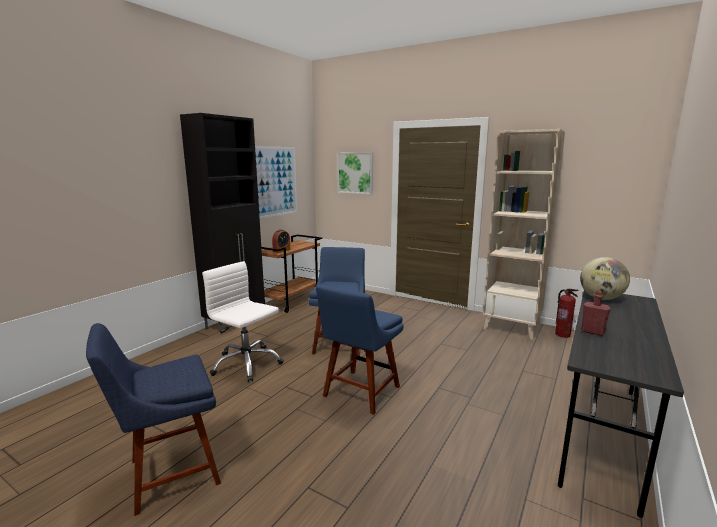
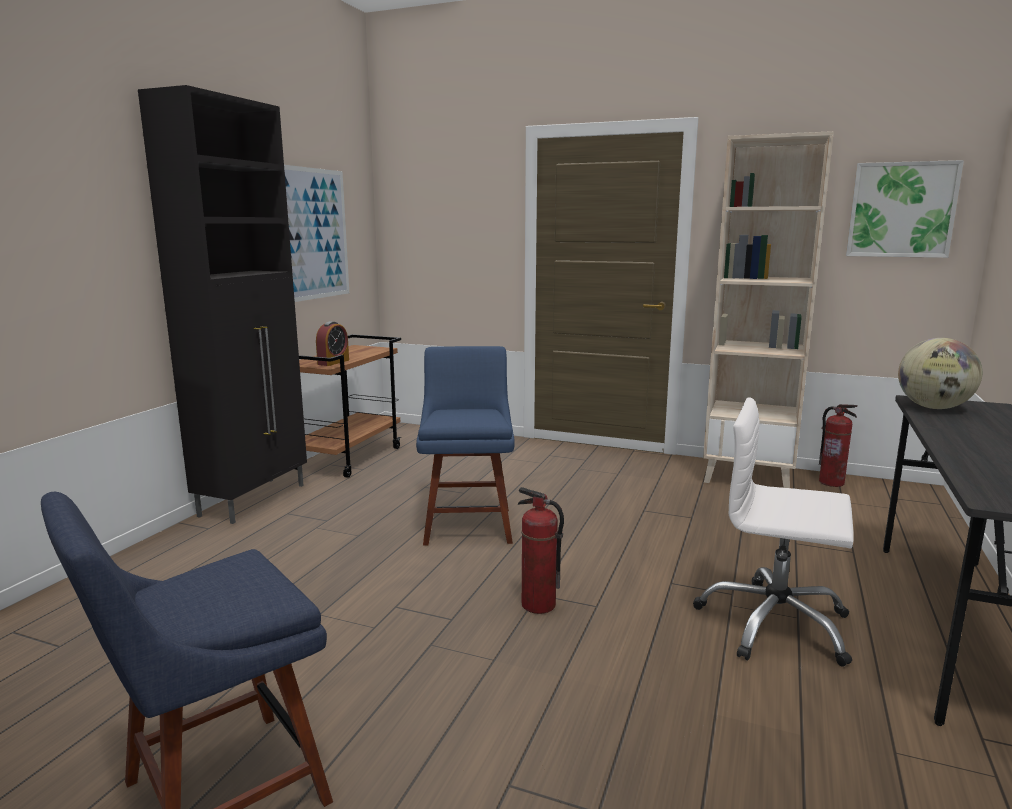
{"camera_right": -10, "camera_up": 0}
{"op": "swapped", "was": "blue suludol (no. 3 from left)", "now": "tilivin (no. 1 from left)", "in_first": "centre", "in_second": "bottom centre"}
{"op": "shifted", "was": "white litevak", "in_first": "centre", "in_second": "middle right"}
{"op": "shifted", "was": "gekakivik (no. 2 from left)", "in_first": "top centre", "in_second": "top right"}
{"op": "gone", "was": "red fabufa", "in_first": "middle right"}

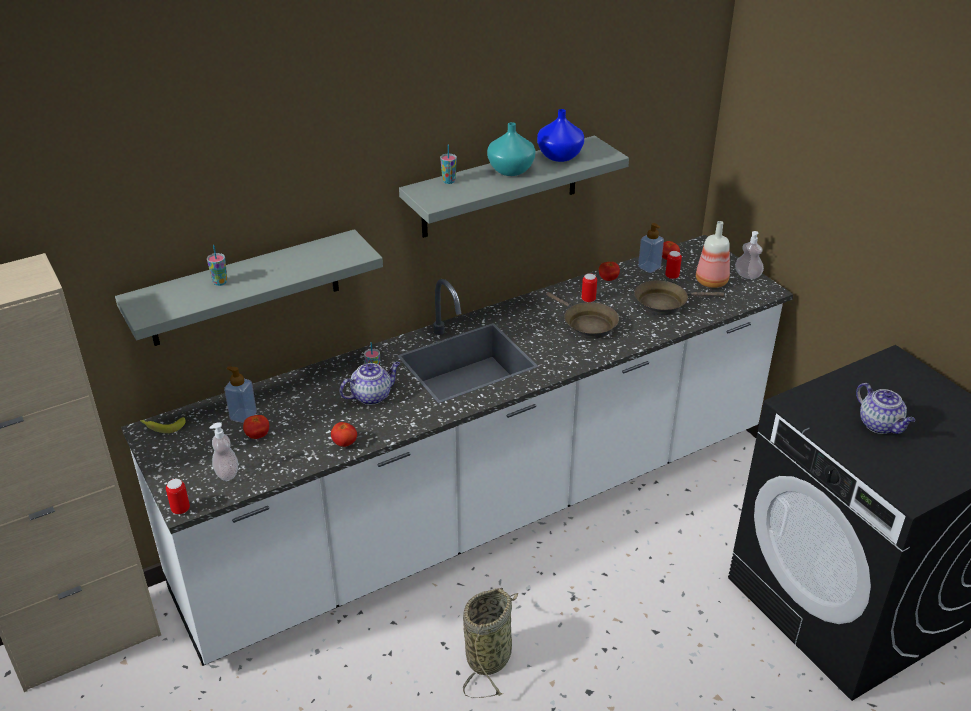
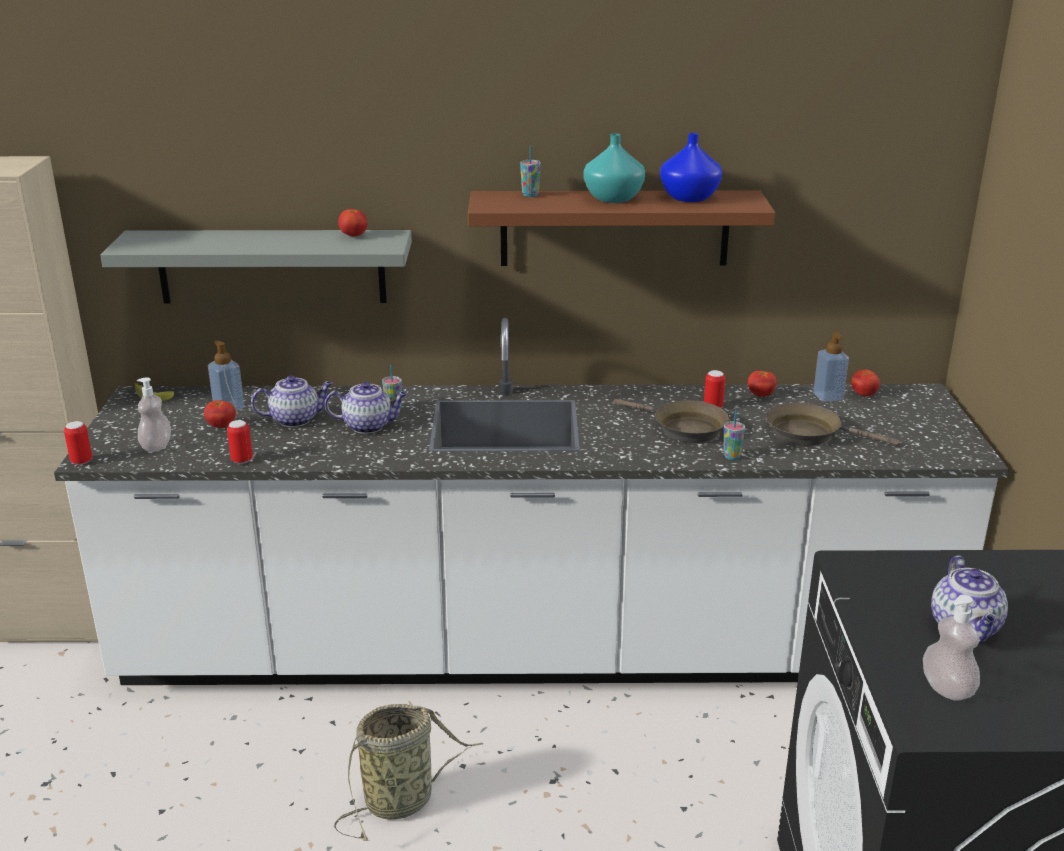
{"camera_right": 30, "camera_up": -10}
{"op": "shifted", "was": "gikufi (no. 3 from left in the first image)", "now": "gikufi (no. 2 from left)", "in_first": "middle right", "in_second": "middle left"}
{"op": "new", "now": "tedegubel (no. 1 from left)", "in_second": "middle left"}
{"op": "shifted", "was": "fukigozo (no. 2 from left)", "in_first": "centre", "in_second": "top left"}
{"op": "repainted", "was": "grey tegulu (no. 2 from left)", "now": "brown tegulu", "in_first": "top centre", "in_second": "top centre"}
{"op": "rotated", "was": "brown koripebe (no. 1 from left)", "in_first": "centre", "in_second": "centre", "clockwise": -45}
{"op": "shifted", "was": "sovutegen (no. 1 from left in the first image)", "now": "sovutegen (no. 3 from left)", "in_first": "middle left", "in_second": "middle right"}
{"op": "shifted", "was": "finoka (no. 4 from left)", "in_first": "middle right", "in_second": "bottom right"}
{"op": "gone", "was": "fabufa", "in_first": "middle right"}

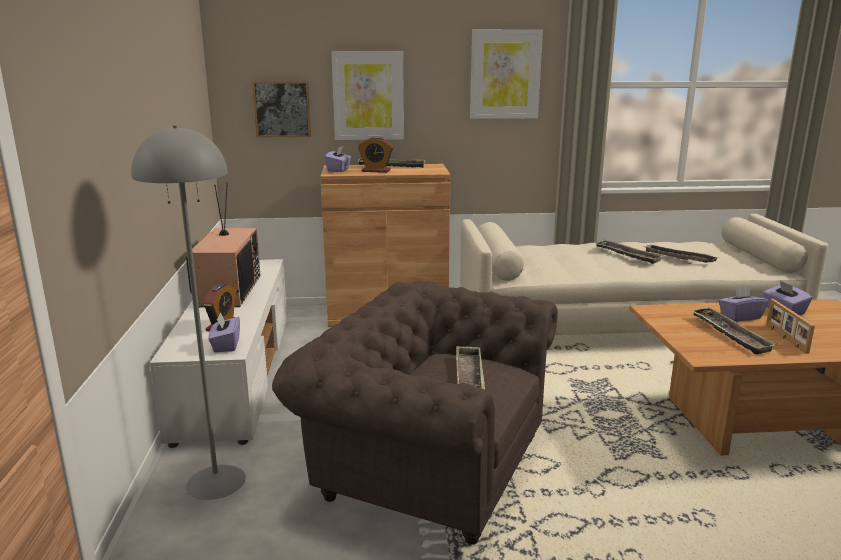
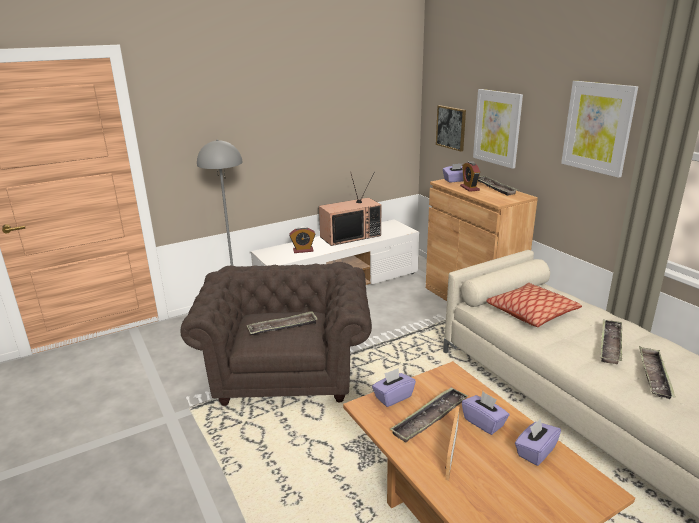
{"camera_right": 65, "camera_up": 5}
{"op": "shifted", "was": "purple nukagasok (no. 1 from left)", "in_first": "middle left", "in_second": "bottom centre"}
{"op": "rotated", "was": "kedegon", "in_first": "middle right", "in_second": "bottom centre", "clockwise": -45}
{"op": "new", "now": "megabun", "in_second": "middle right"}

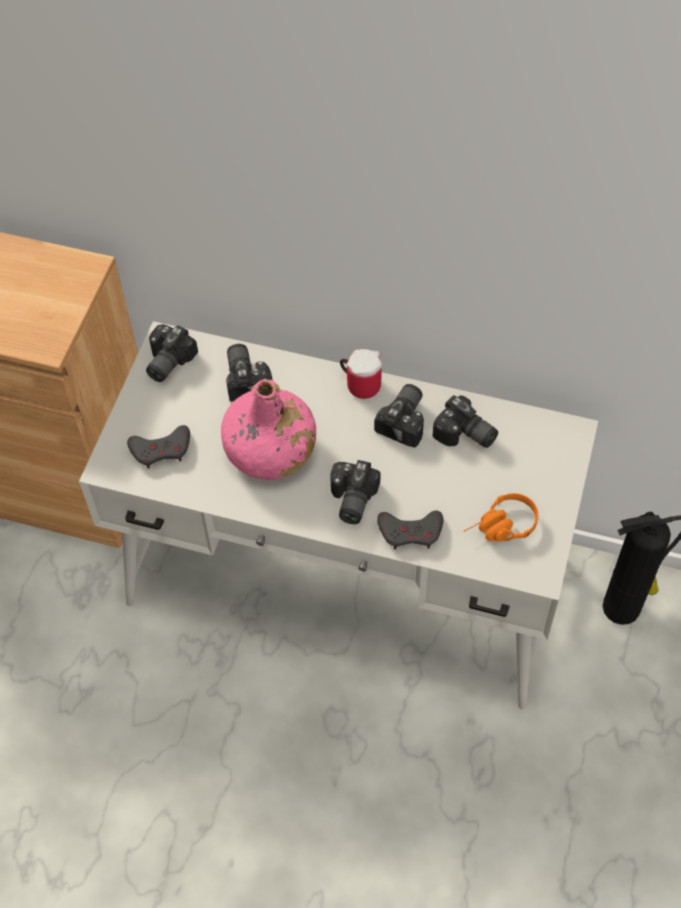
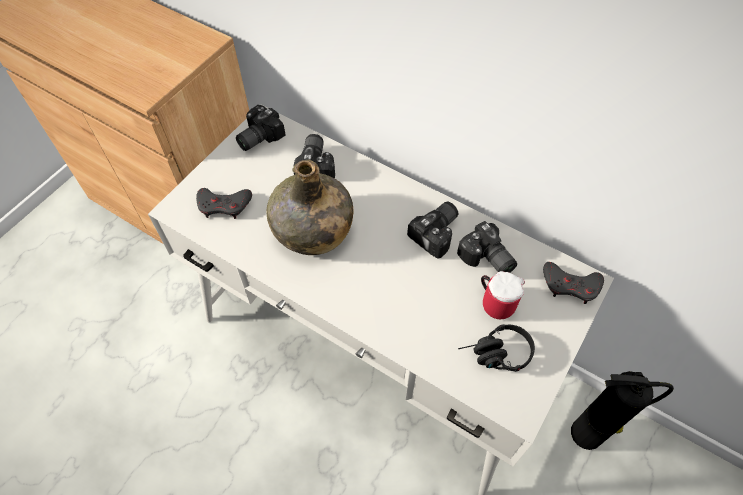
{"camera_right": 15, "camera_up": 0}
{"op": "repainted", "was": "pink fabufa", "now": "green fabufa", "in_first": "centre", "in_second": "centre"}
{"op": "repainted", "was": "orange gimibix", "now": "black gimibix", "in_first": "middle right", "in_second": "bottom right"}
{"op": "shifted", "was": "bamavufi", "in_first": "centre", "in_second": "middle right"}
{"op": "shifted", "was": "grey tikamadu (no. 2 from left)", "in_first": "centre", "in_second": "middle right"}
{"op": "gone", "was": "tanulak (no. 3 from left)", "in_first": "centre"}

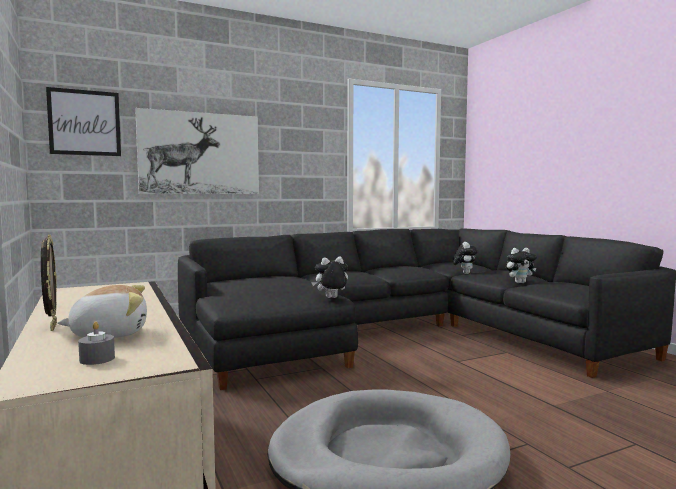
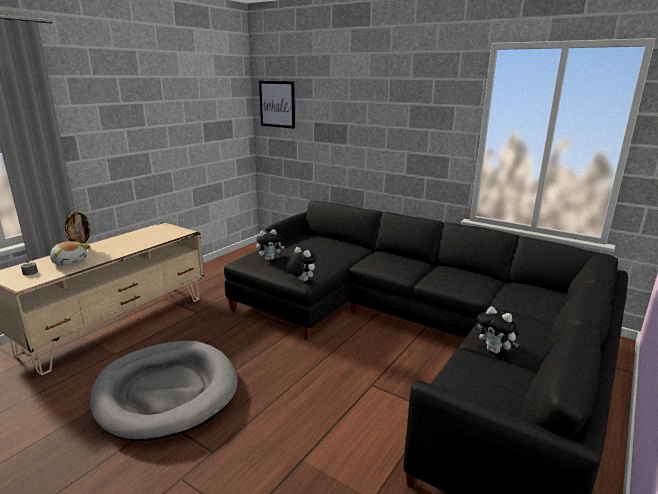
{"camera_right": 60, "camera_up": 15}
{"op": "shifted", "was": "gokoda (no. 3 from left in the first image)", "now": "gokoda (no. 2 from left)", "in_first": "middle right", "in_second": "centre"}
{"op": "gone", "was": "gekakivik (no. 2 from left)", "in_first": "top left"}

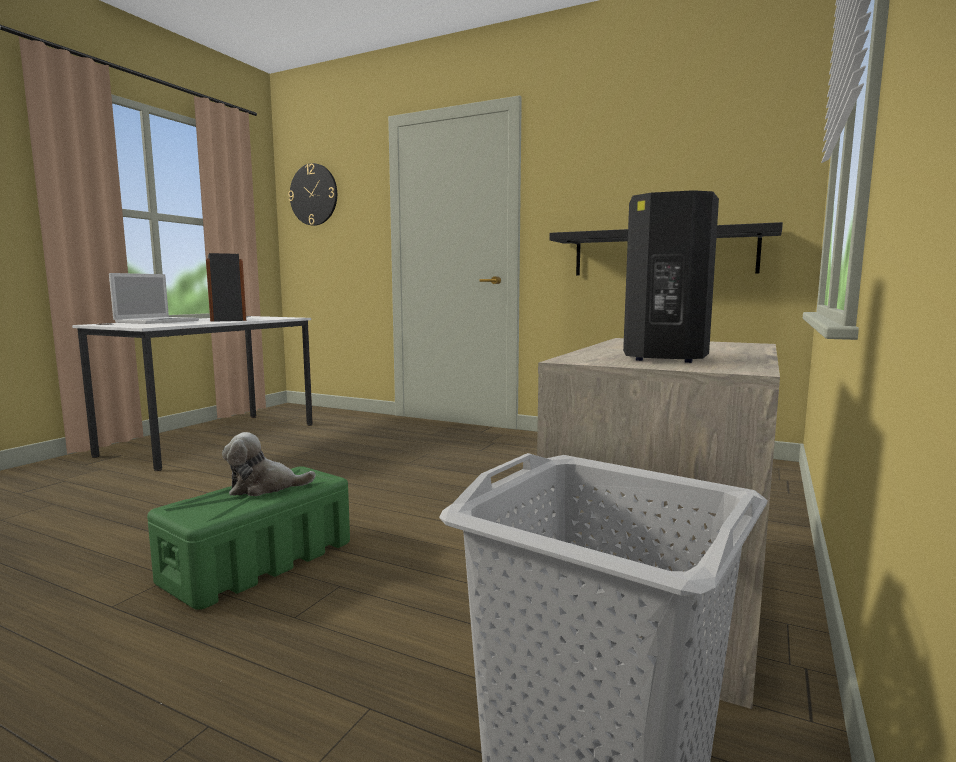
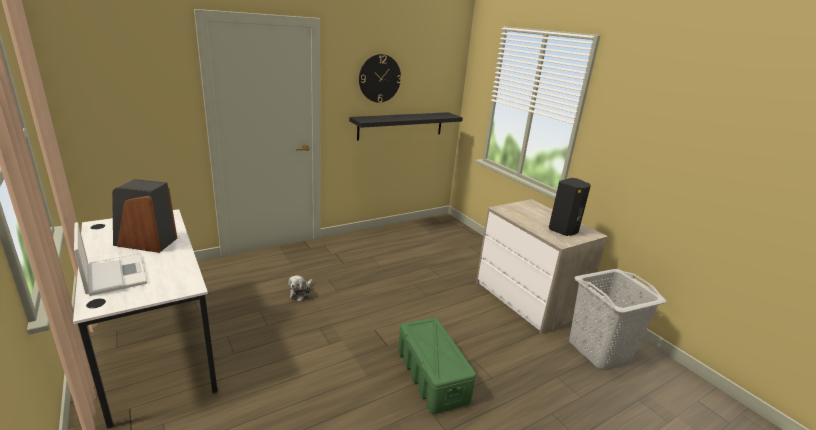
{"camera_right": -60, "camera_up": 15}
{"op": "shifted", "was": "gokoda", "in_first": "middle left", "in_second": "bottom centre"}
{"op": "shifted", "was": "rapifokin", "in_first": "top left", "in_second": "top centre"}

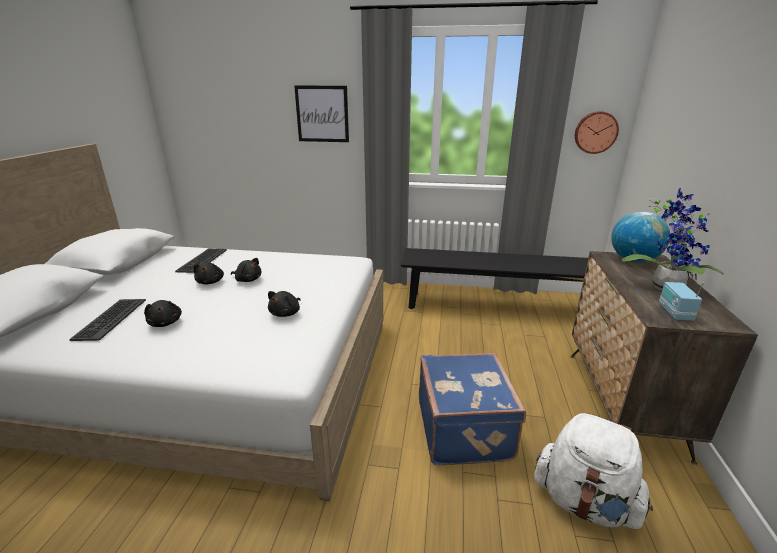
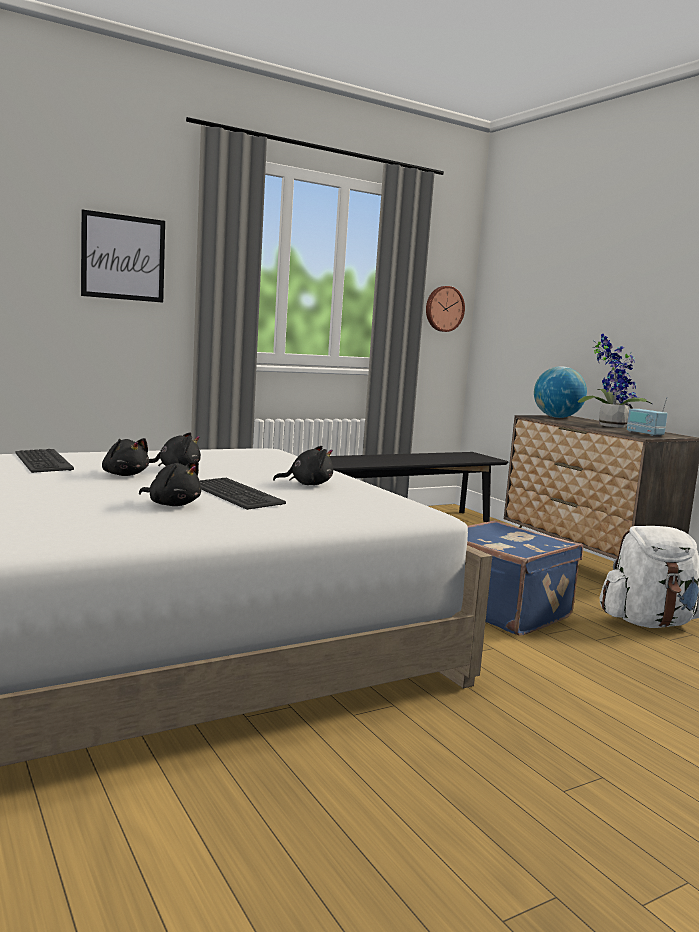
{"camera_right": -40, "camera_up": -15}
{"op": "shifted", "was": "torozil (no. 1 from left in the first image)", "now": "torozil (no. 2 from left)", "in_first": "middle left", "in_second": "centre"}
{"op": "rotated", "was": "black gokoda (no. 4 from left)", "in_first": "centre", "in_second": "centre", "clockwise": -90}

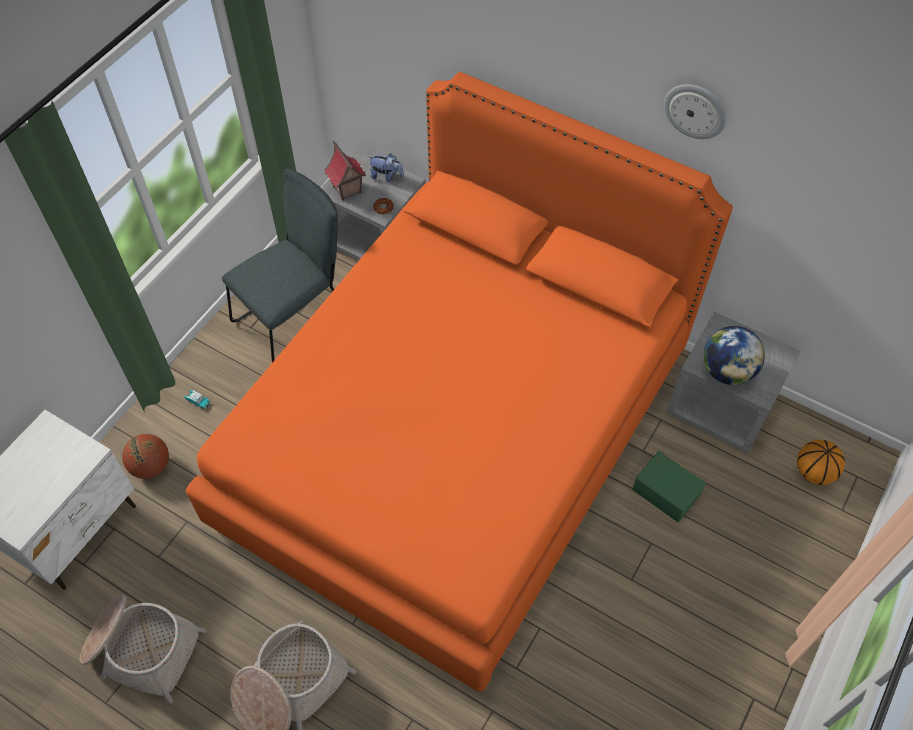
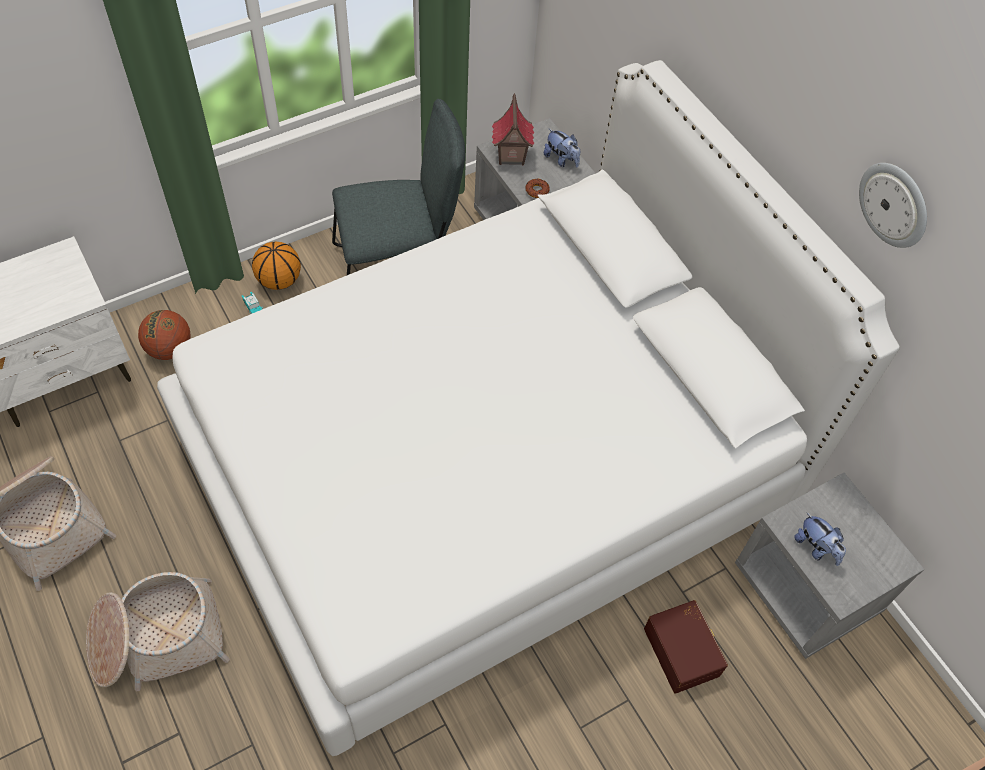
{"camera_right": 25, "camera_up": 0}
{"op": "repainted", "was": "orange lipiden", "now": "white lipiden", "in_first": "centre", "in_second": "centre"}
{"op": "shifted", "was": "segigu (no. 2 from left)", "in_first": "middle right", "in_second": "middle left"}
{"op": "repainted", "was": "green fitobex", "now": "brown fitobex", "in_first": "middle right", "in_second": "bottom right"}
{"op": "swapped", "was": "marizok", "now": "gokoda (no. 2 from left)", "in_first": "middle right", "in_second": "bottom right"}

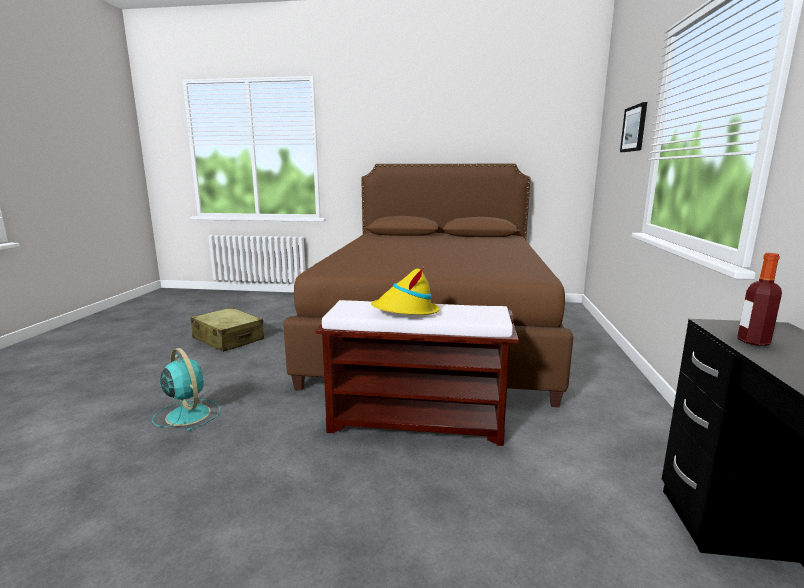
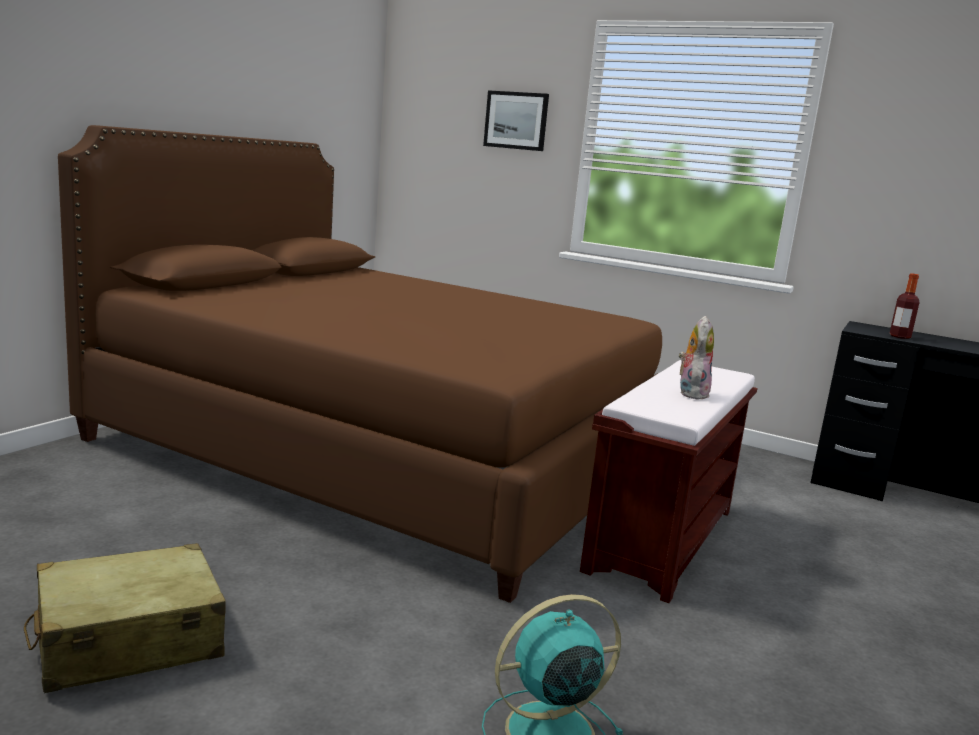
{"camera_right": -70, "camera_up": 0}
{"op": "swapped", "was": "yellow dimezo", "now": "gokoda", "in_first": "centre", "in_second": "middle right"}

